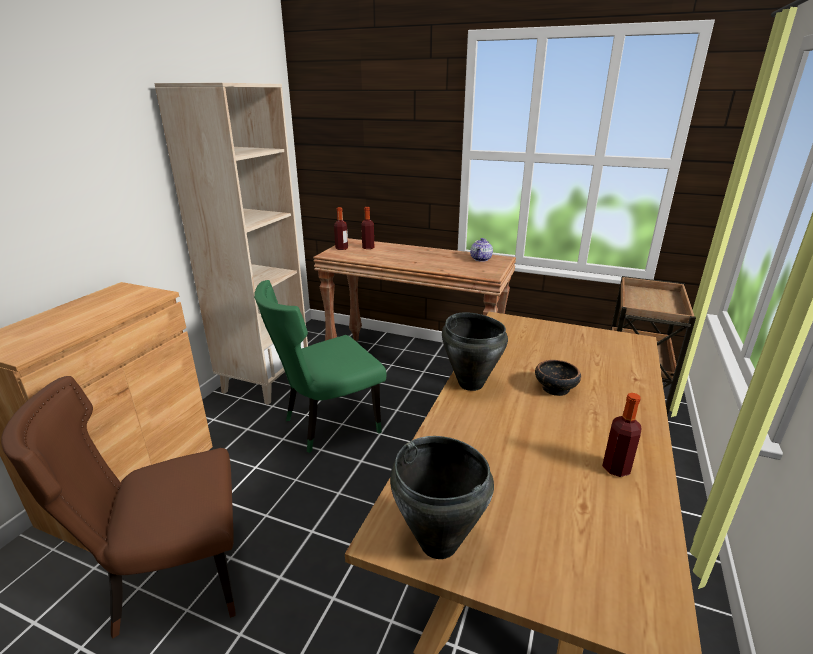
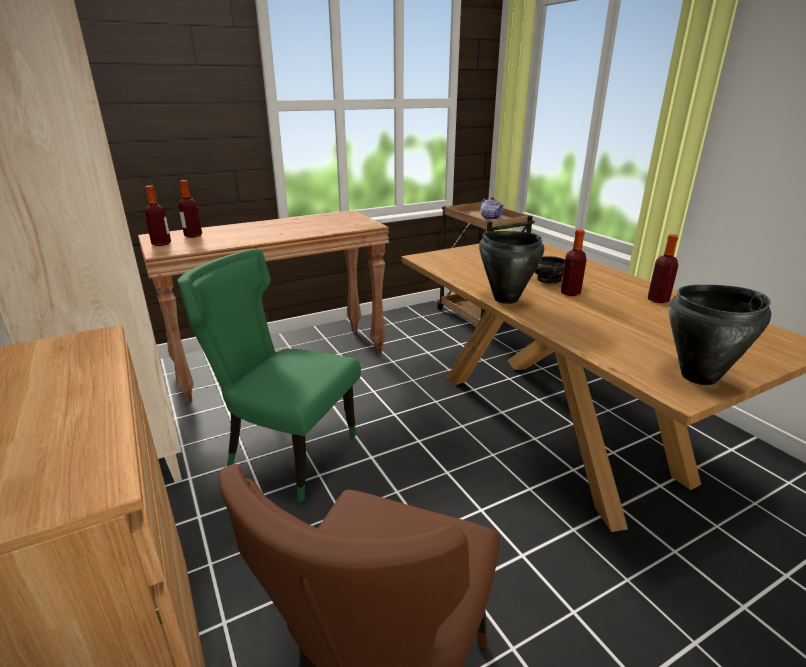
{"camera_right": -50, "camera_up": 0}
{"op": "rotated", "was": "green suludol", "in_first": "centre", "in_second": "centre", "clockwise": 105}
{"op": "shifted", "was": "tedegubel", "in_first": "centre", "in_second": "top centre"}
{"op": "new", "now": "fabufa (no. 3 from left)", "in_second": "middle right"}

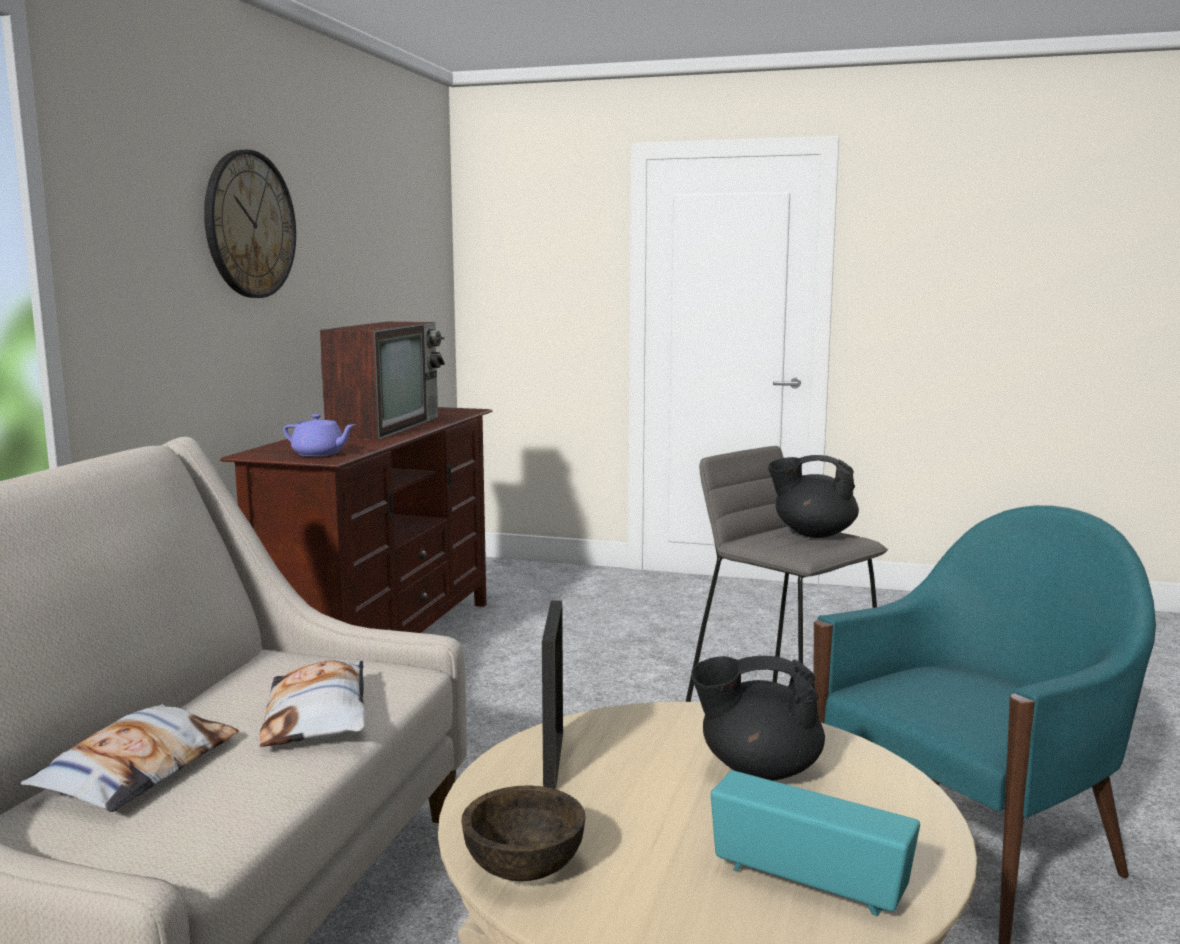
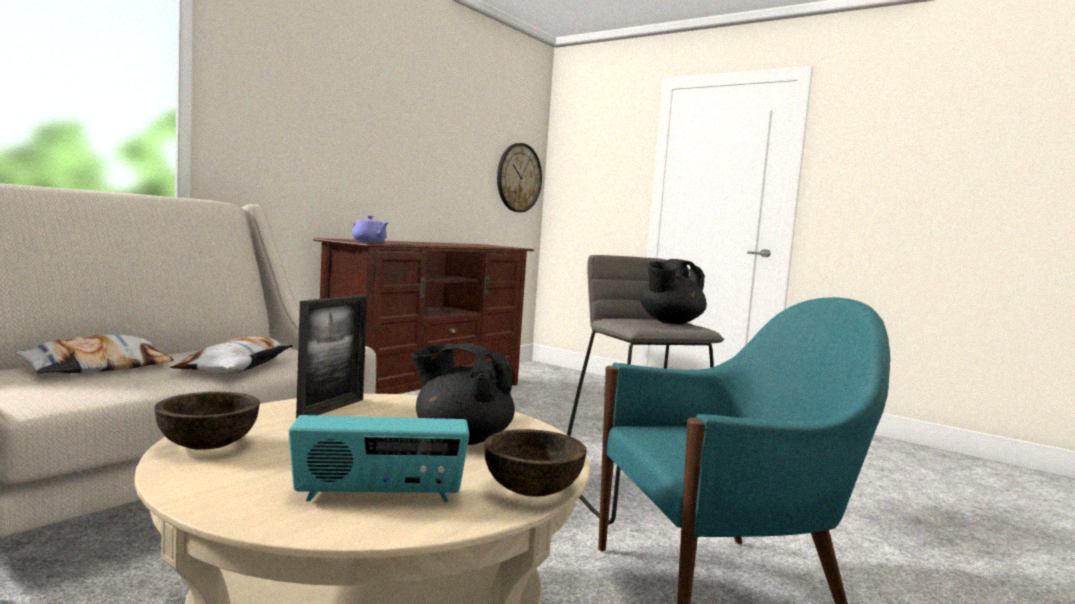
{"camera_right": 20, "camera_up": -5}
{"op": "rotated", "was": "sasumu", "in_first": "bottom right", "in_second": "bottom centre", "clockwise": 120}
{"op": "new", "now": "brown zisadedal (no. 2 from left)", "in_second": "bottom centre"}
{"op": "shifted", "was": "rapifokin", "in_first": "top left", "in_second": "top centre"}
{"op": "rotated", "was": "black tedegubel (no. 2 from left)", "in_first": "middle right", "in_second": "centre", "clockwise": -75}
{"op": "gone", "was": "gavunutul", "in_first": "middle left"}

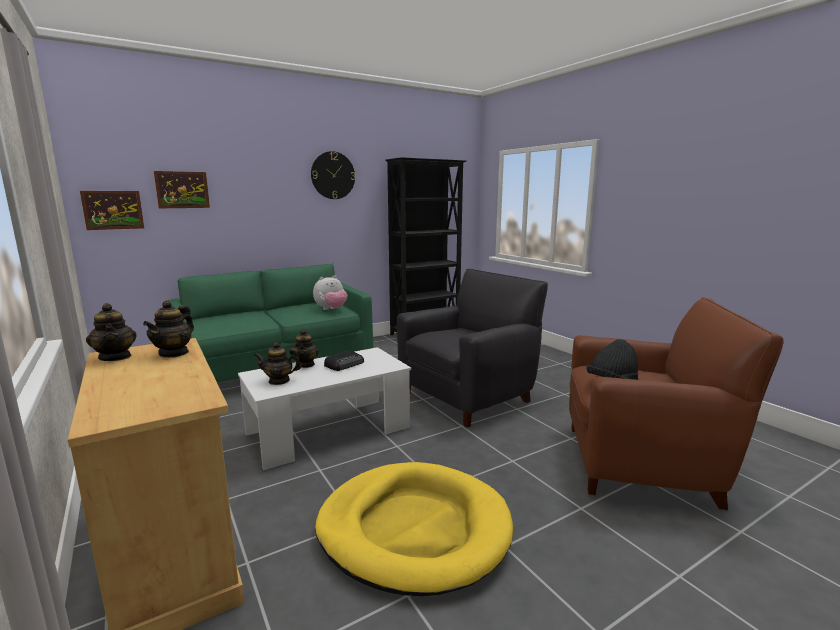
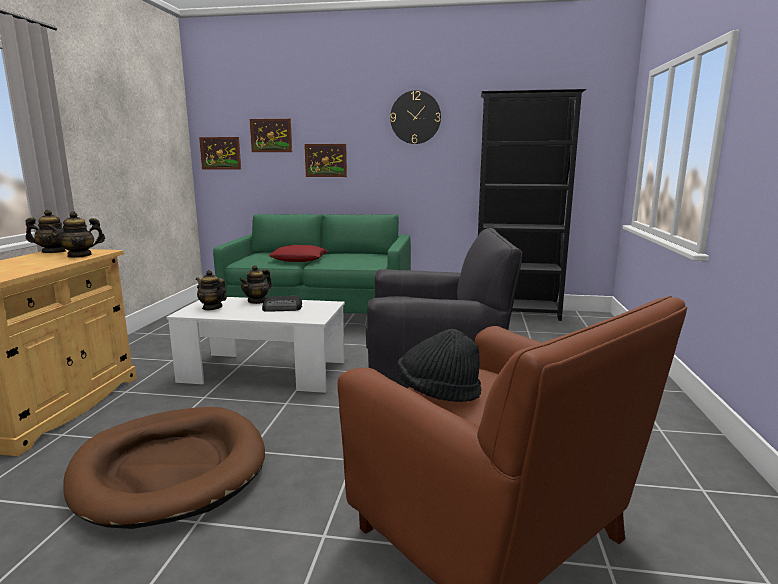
{"camera_right": 40, "camera_up": 0}
{"op": "rotated", "was": "tedegubel (no. 1 from left)", "in_first": "middle left", "in_second": "middle left", "clockwise": -105}
{"op": "repainted", "was": "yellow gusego", "now": "brown gusego", "in_first": "bottom centre", "in_second": "bottom left"}
{"op": "new", "now": "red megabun", "in_second": "centre"}
{"op": "new", "now": "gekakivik (no. 3 from left)", "in_second": "top centre"}
{"op": "gone", "was": "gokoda", "in_first": "centre"}

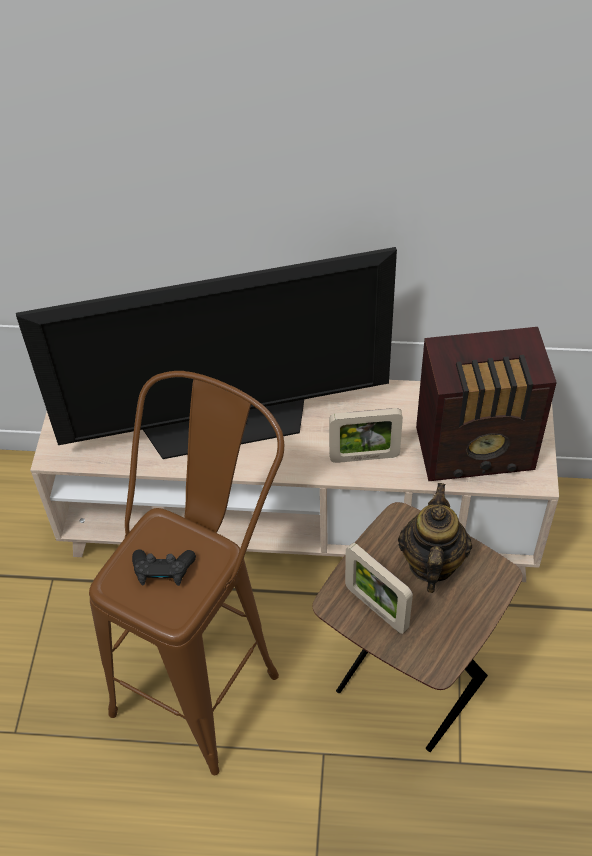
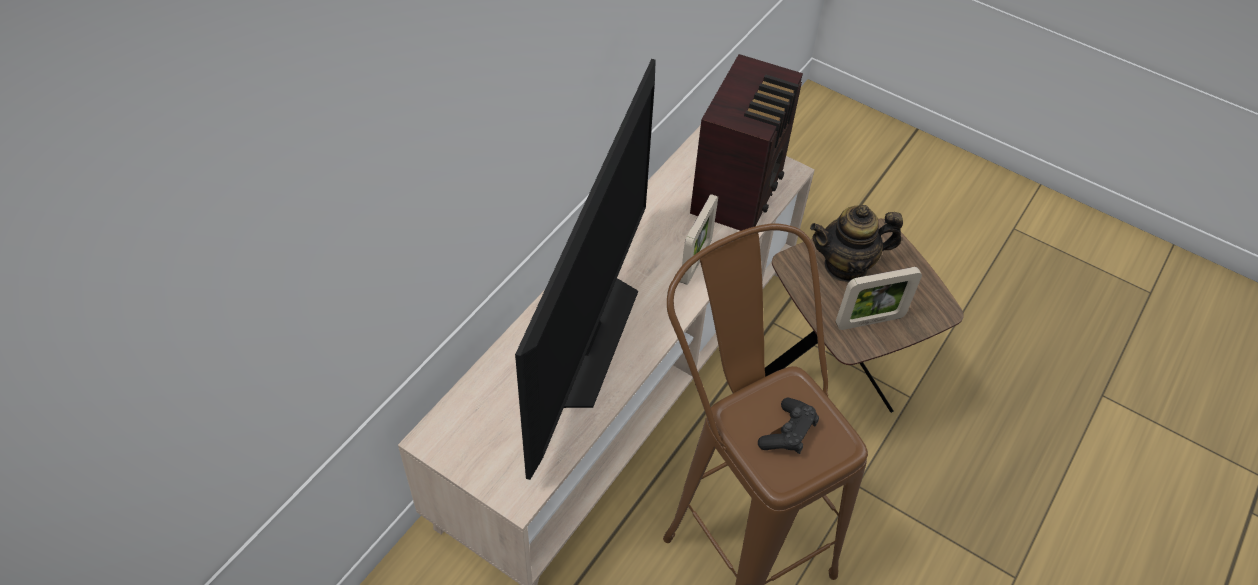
{"camera_right": -65, "camera_up": 0}
{"op": "rotated", "was": "tedegubel", "in_first": "middle right", "in_second": "middle right", "clockwise": -45}

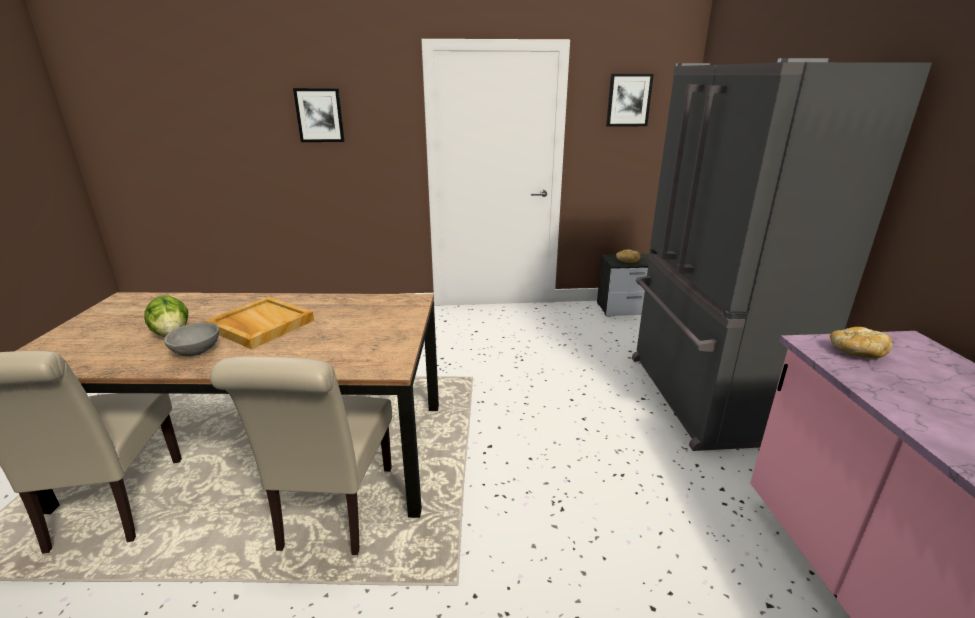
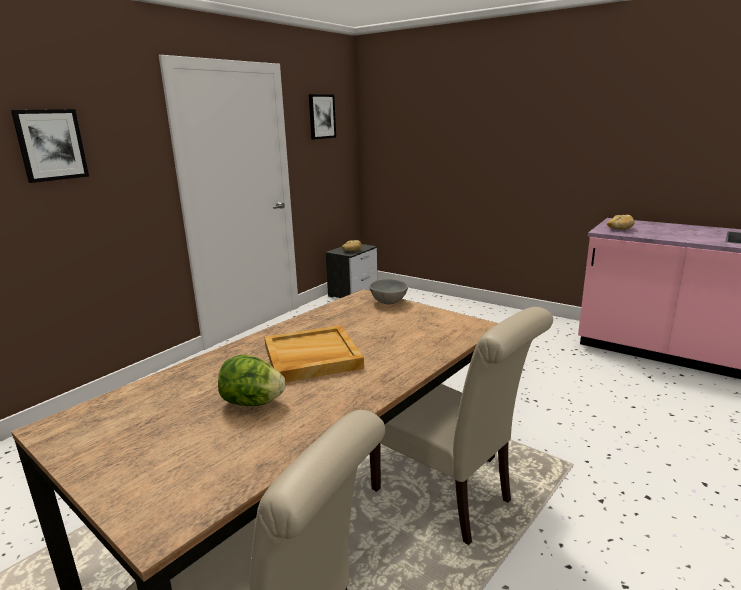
{"camera_right": -50, "camera_up": -5}
{"op": "shifted", "was": "grey zisadedal", "in_first": "middle left", "in_second": "centre"}
{"op": "gone", "was": "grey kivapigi", "in_first": "middle right"}

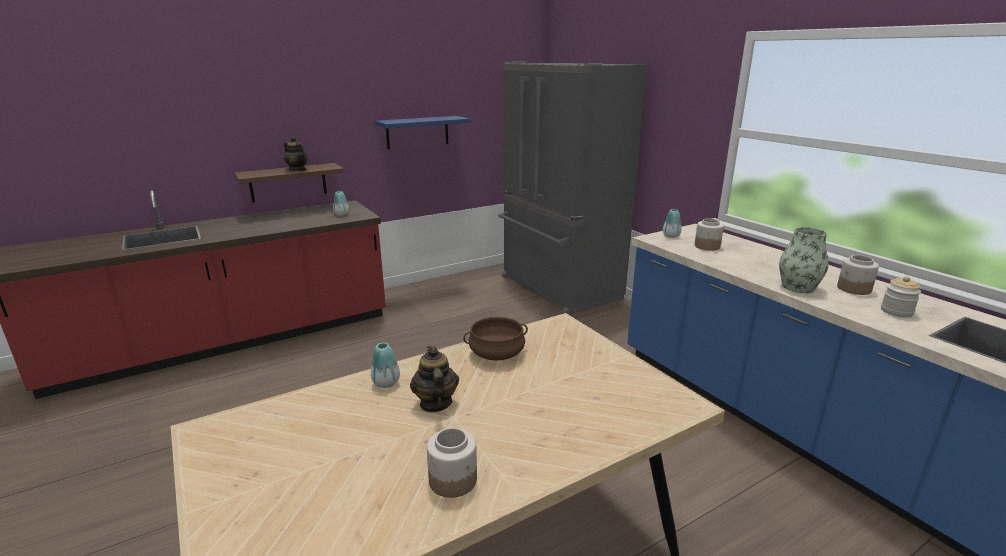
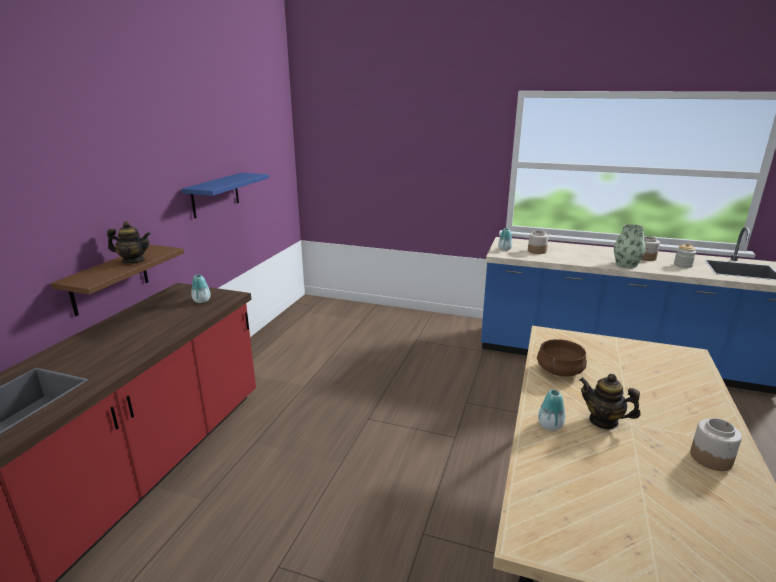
{"camera_right": -40, "camera_up": 0}
{"op": "gone", "was": "grey kivapigi", "in_first": "centre"}

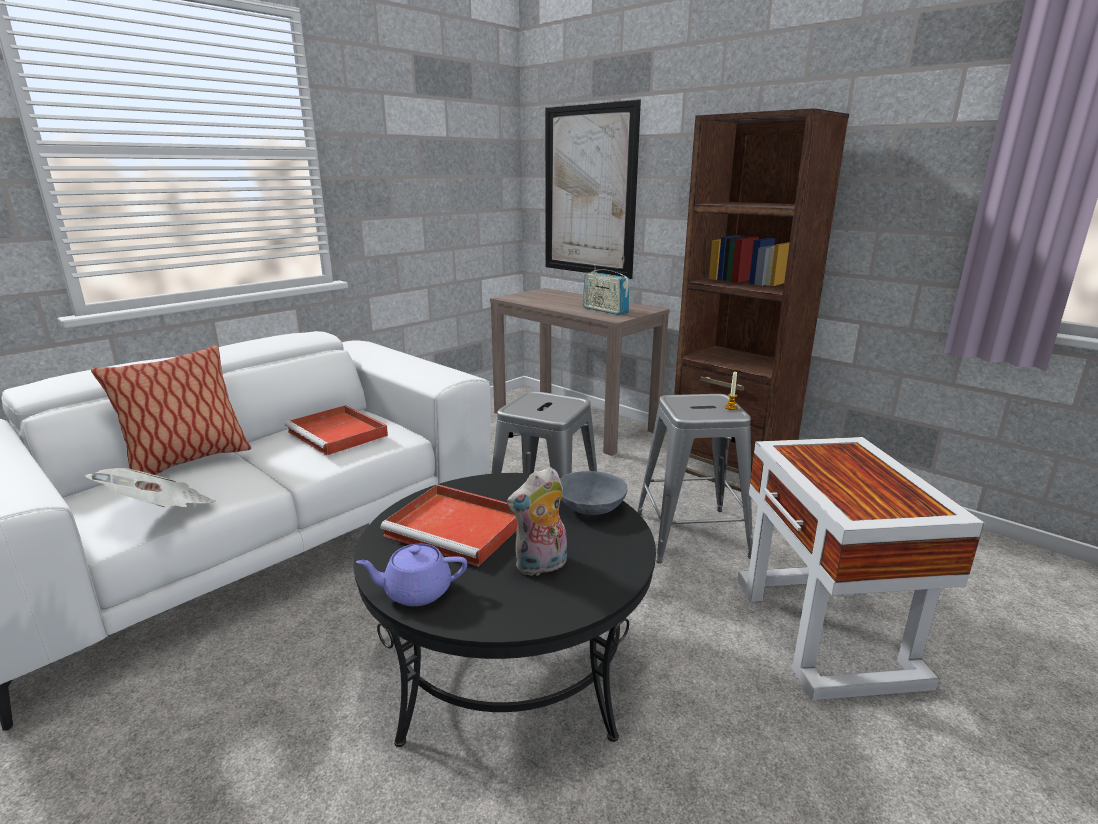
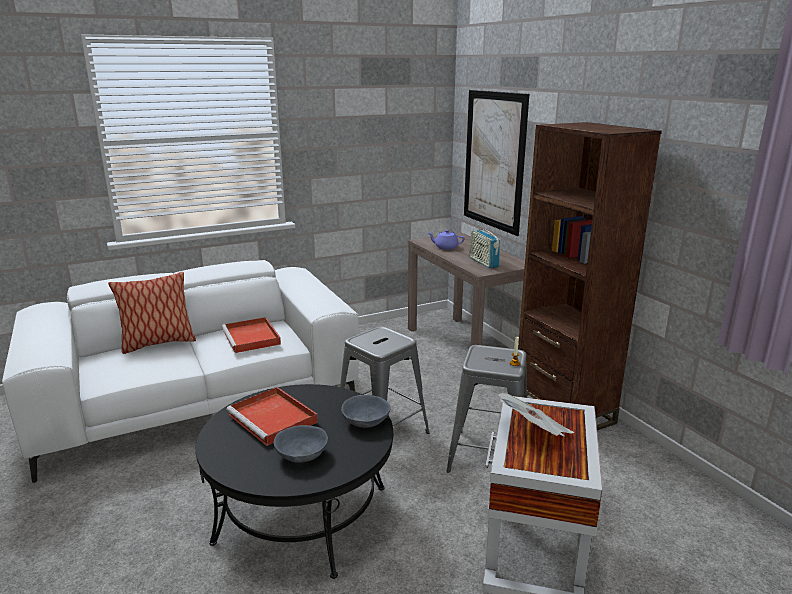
{"camera_right": 20, "camera_up": 0}
{"op": "swapped", "was": "gokoda", "now": "grey zisadedal (no. 1 from left)", "in_first": "centre", "in_second": "bottom centre"}
{"op": "shifted", "was": "purple tedegubel", "in_first": "bottom centre", "in_second": "centre"}
{"op": "shifted", "was": "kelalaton", "in_first": "middle left", "in_second": "bottom right"}

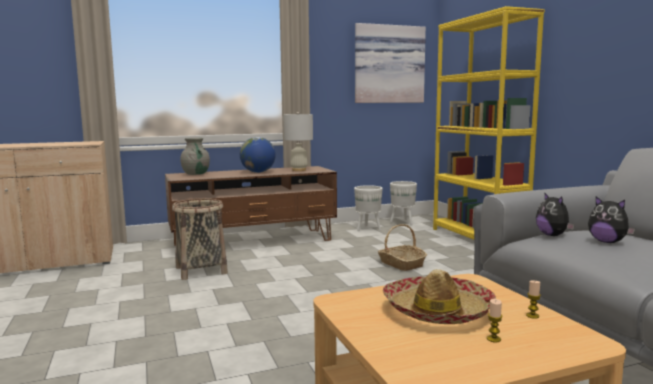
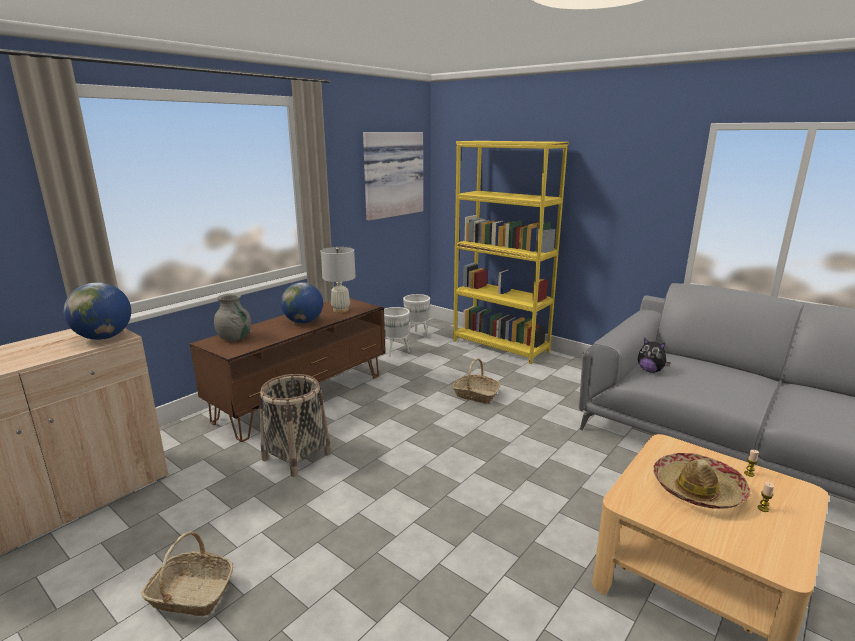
{"camera_right": -30, "camera_up": 10}
{"op": "new", "now": "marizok (no. 1 from left)", "in_second": "middle left"}
{"op": "new", "now": "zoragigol (no. 1 from left)", "in_second": "bottom left"}
{"op": "gone", "was": "gokoda (no. 2 from left)", "in_first": "middle right"}

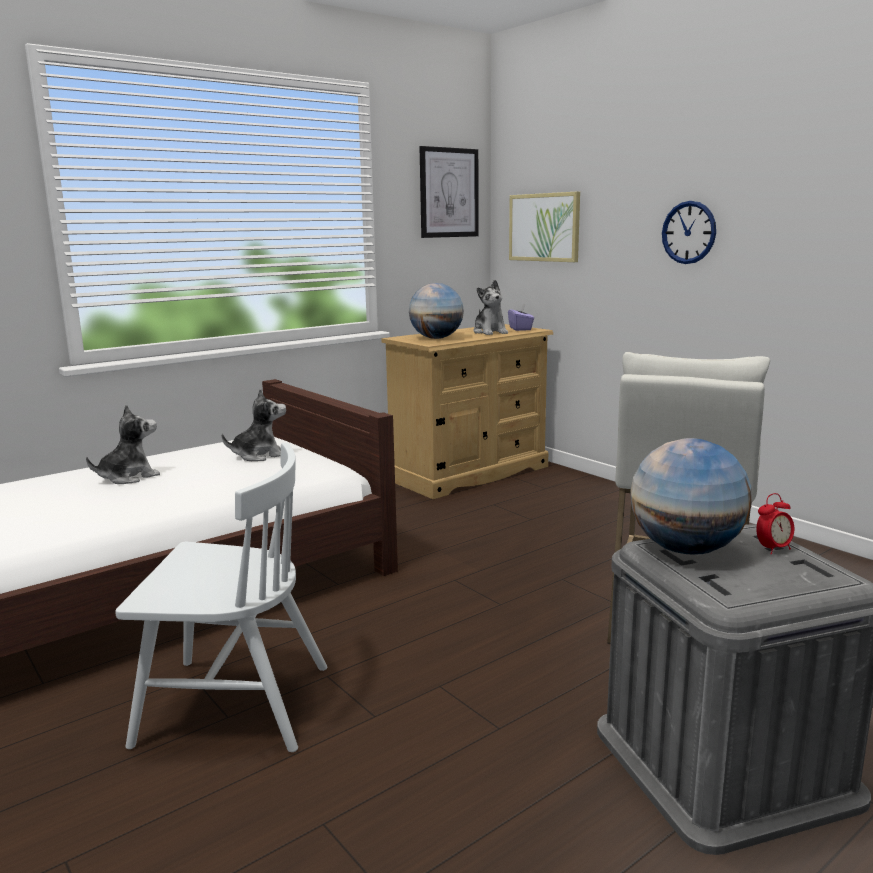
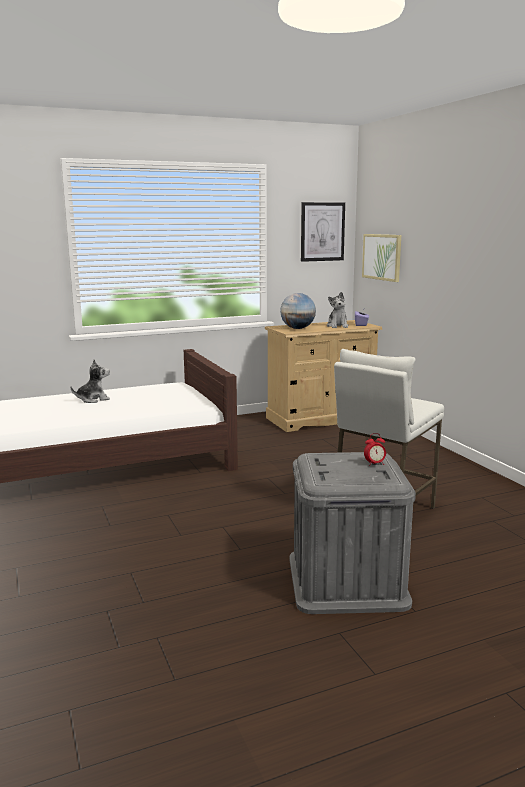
{"camera_right": 15, "camera_up": 0}
{"op": "gone", "was": "white suludol", "in_first": "bottom left"}
{"op": "gone", "was": "gokoda (no. 2 from left)", "in_first": "middle left"}
{"op": "gone", "was": "marizok (no. 2 from left)", "in_first": "middle right"}
{"op": "gone", "was": "rapifokin", "in_first": "top right"}

